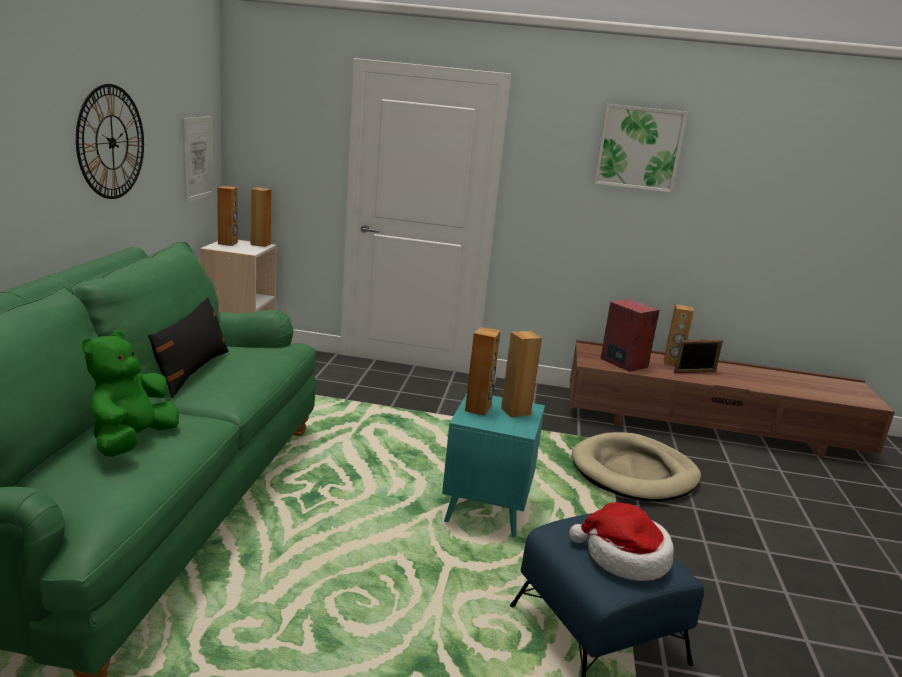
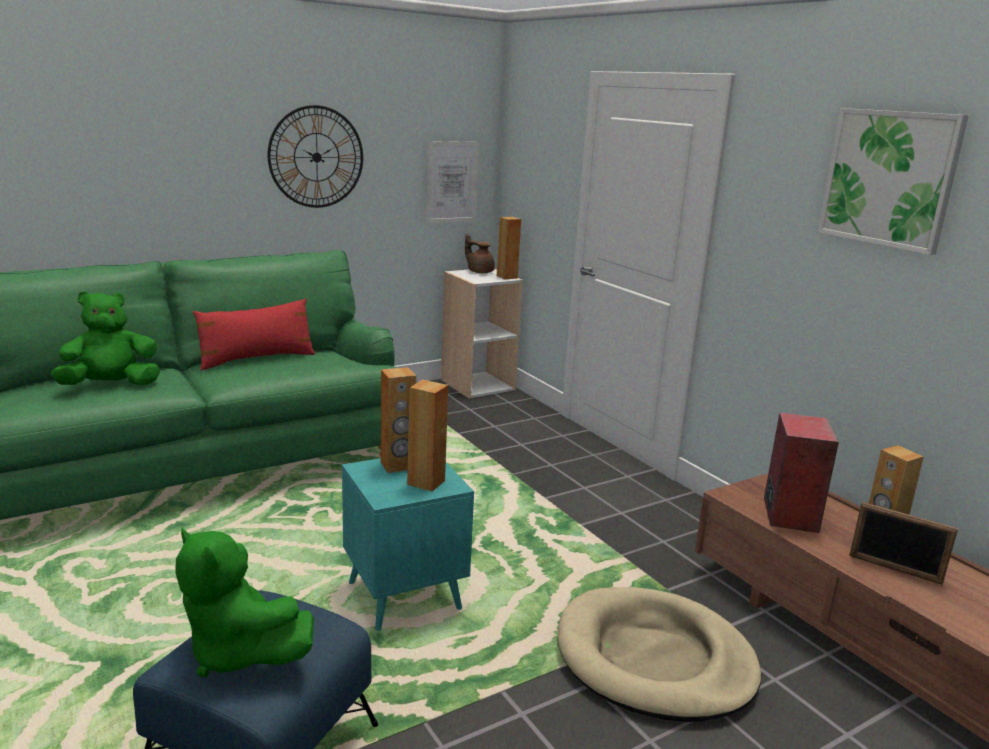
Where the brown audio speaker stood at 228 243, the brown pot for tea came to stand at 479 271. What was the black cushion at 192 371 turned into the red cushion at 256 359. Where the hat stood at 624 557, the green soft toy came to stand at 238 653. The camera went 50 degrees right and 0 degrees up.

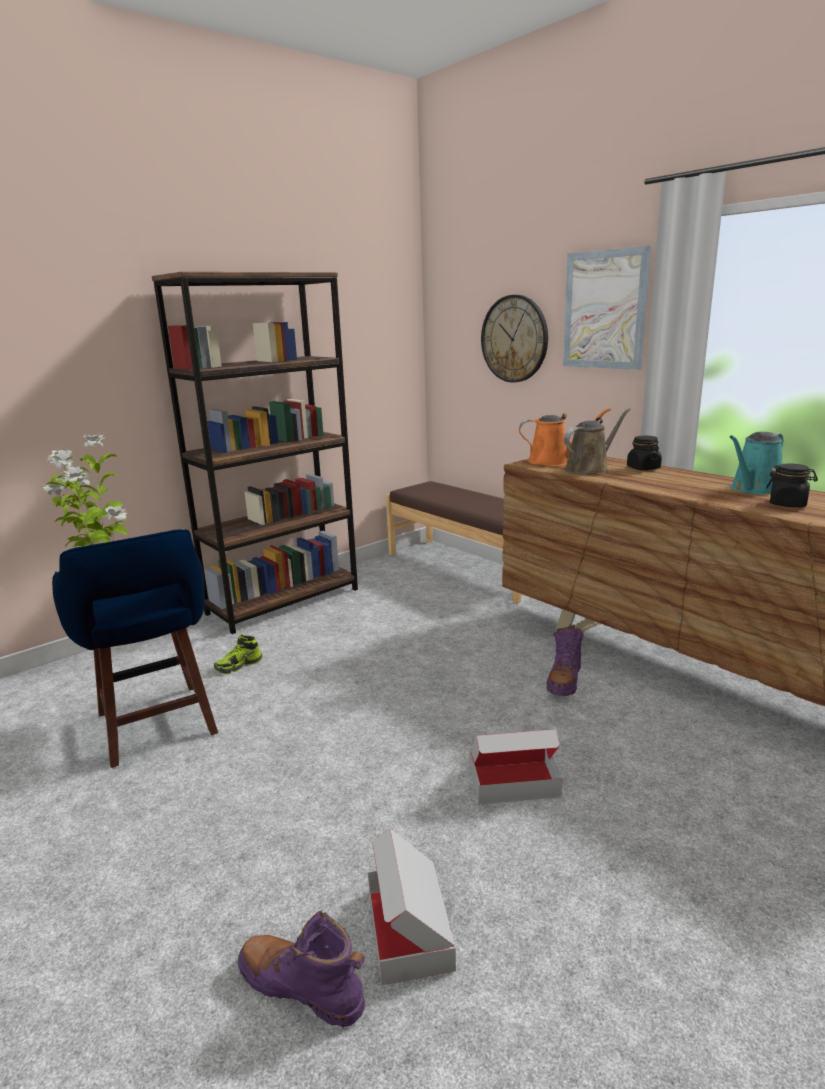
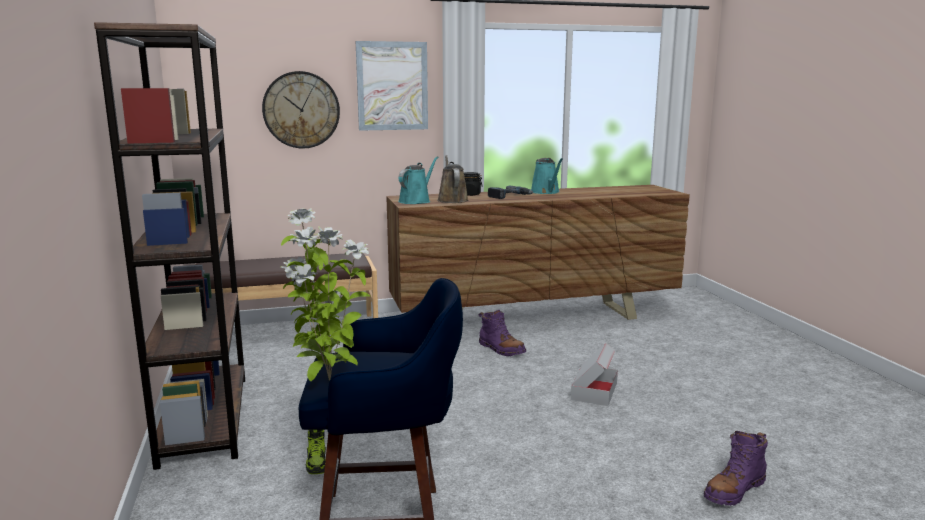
What was the orange-coloured sprinkling can at 553 461 turned into the blue-green sprinkling can at 416 201. The second view lost the black jar at 788 504. The second view lost the carton at 409 929. The second view gained the electric drill at 509 196. The camera went 65 degrees left and 5 degrees down.

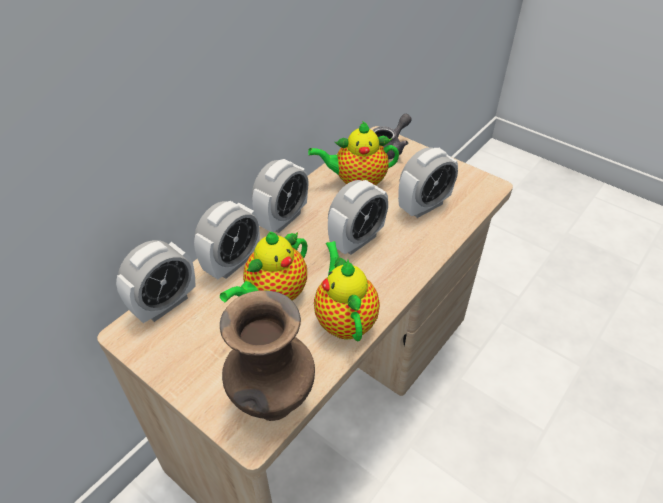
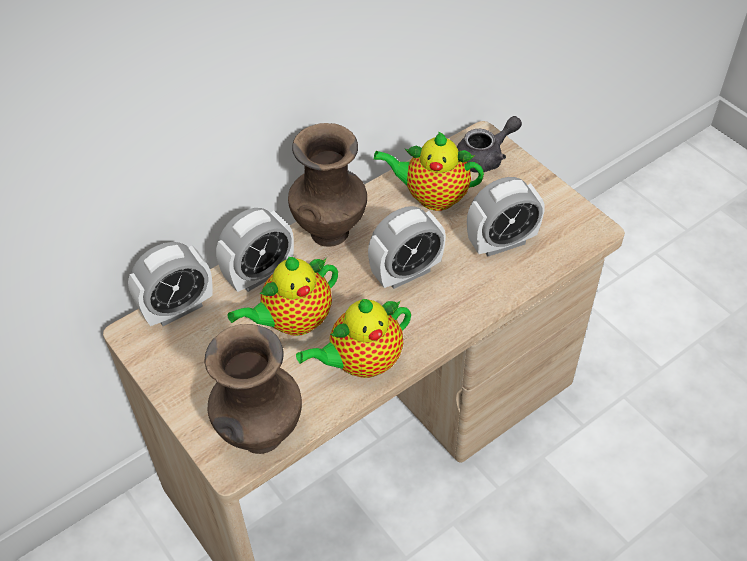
Where the bedside clock stood at 283 219, the brown flower vase came to stand at 330 230. The pot for tea at 344 319 ended up facing another way, 120 degrees counterclockwise from before. The camera went 15 degrees right and 5 degrees up.

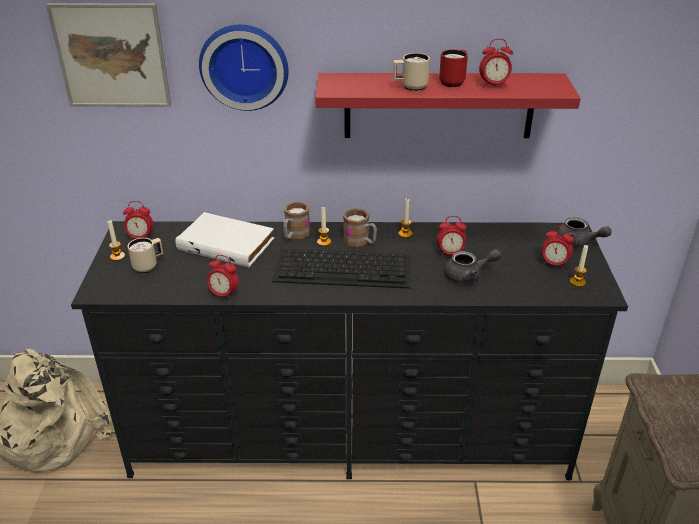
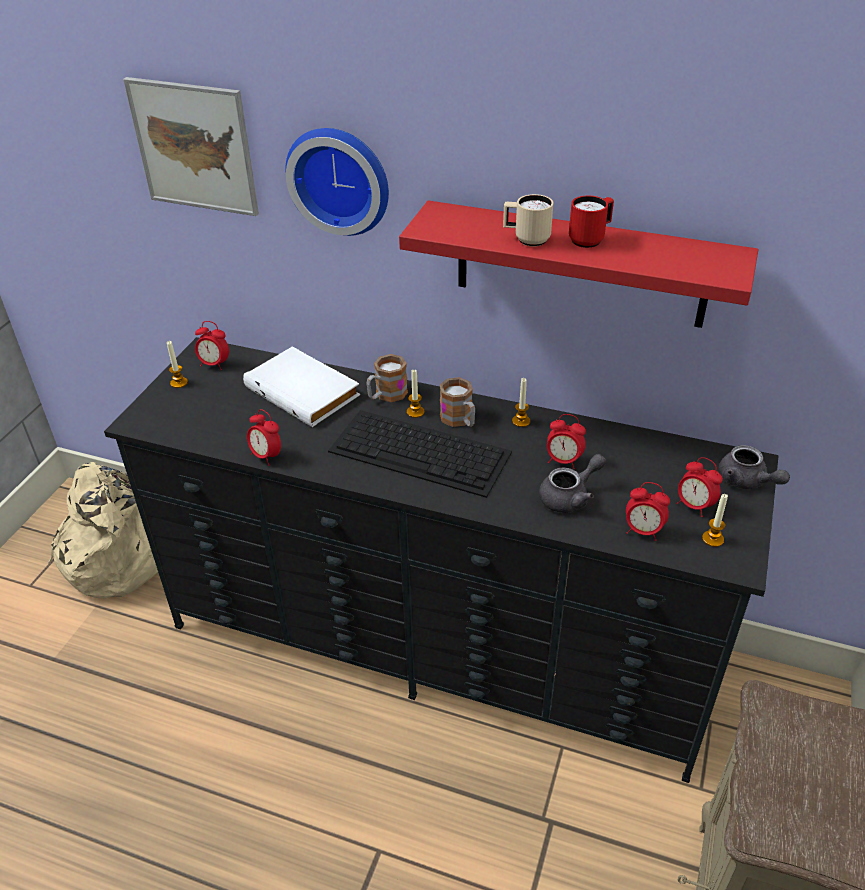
The bedside clock ended up elsewhere, having gone from 494 85 to 643 531. The second view lost the beige coffee mug at 149 266. The grey pot for tea at 468 275 ended up facing another way, 45 degrees counterclockwise from before. The camera went 20 degrees right and 5 degrees up.

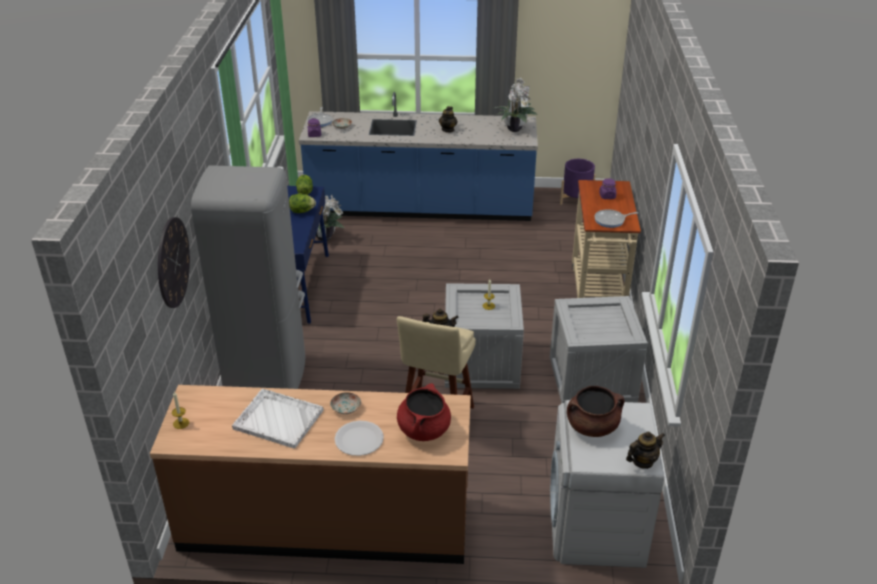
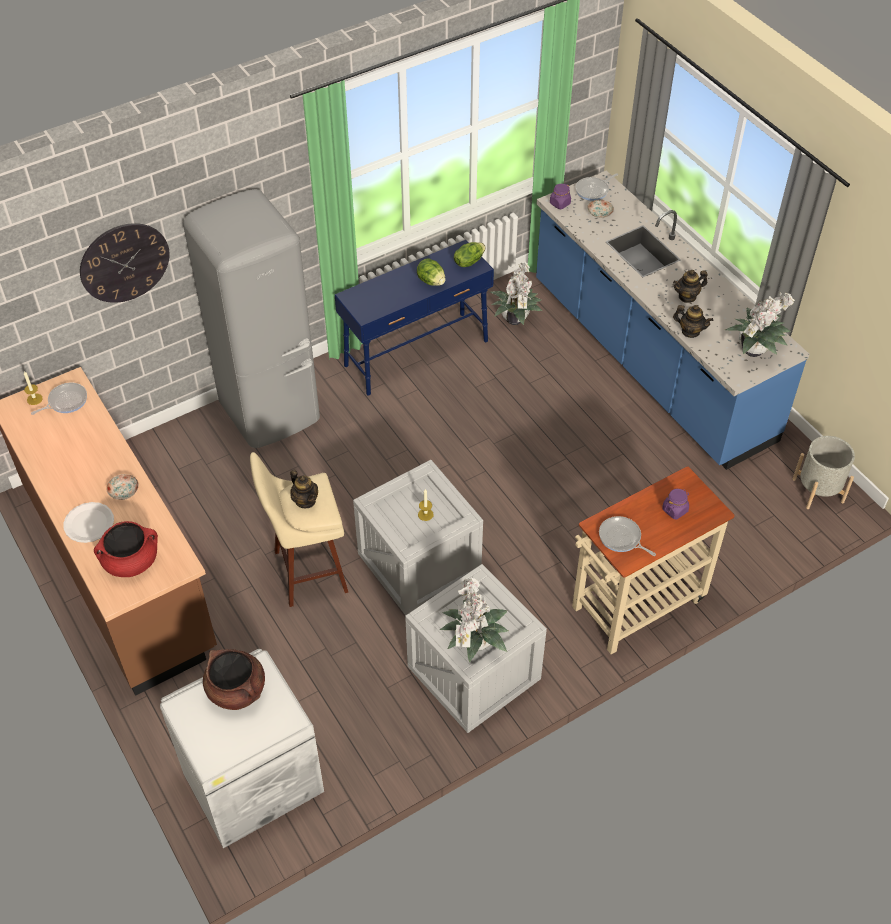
What was the purple-coloured flower pot at 576 201 turned into the grey flower pot at 818 490. The second view lost the white serving tray at 277 419. The pot for tea ended up elsewhere, having gone from 642 461 to 690 331. The second view gained the frying pan at 65 401. The second view gained the potted plant at 473 645. The camera went 55 degrees right and 15 degrees up.

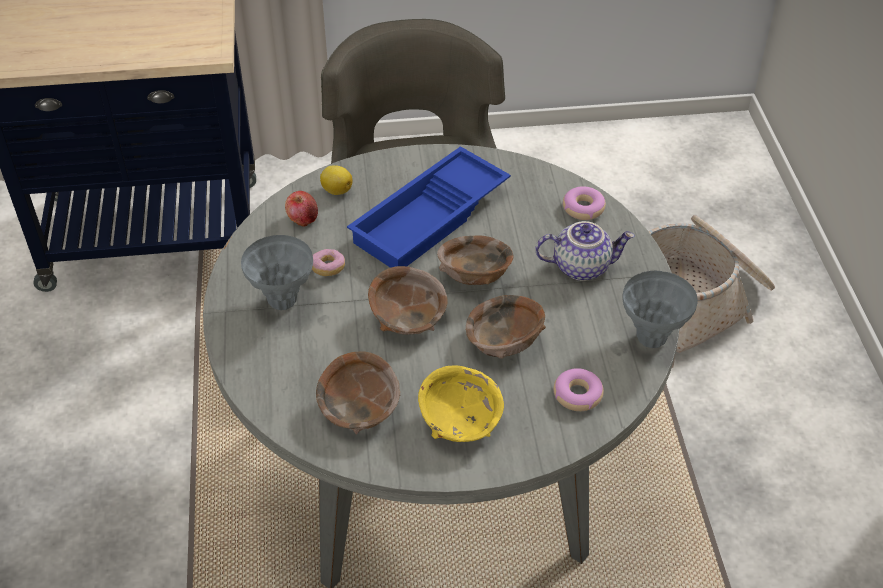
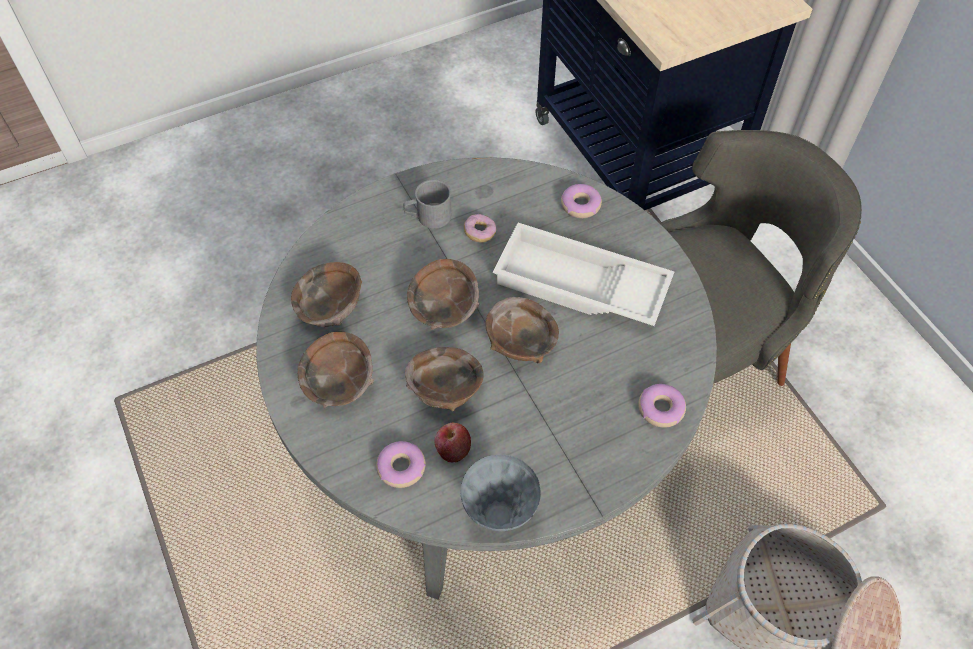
What was the blue-coloured serving tray at 431 219 turned into the white serving tray at 579 286. Where the citrus fruit stood at 336 190, the doughnut came to stand at 580 205. The apple fruit ended up elsewhere, having gone from 302 219 to 453 449. The second view lost the pot for tea at 581 266. Where the grey flower vase stood at 283 301, the grey coffee mug came to stand at 428 217. What was the yellow-coloured deep dish at 459 421 turned into the brown deep dish at 339 382. The camera went 70 degrees right and 10 degrees up.

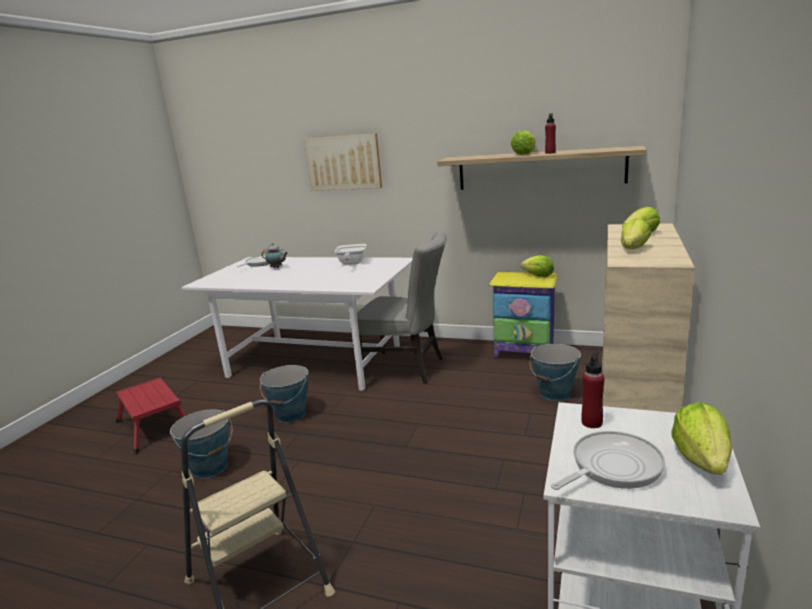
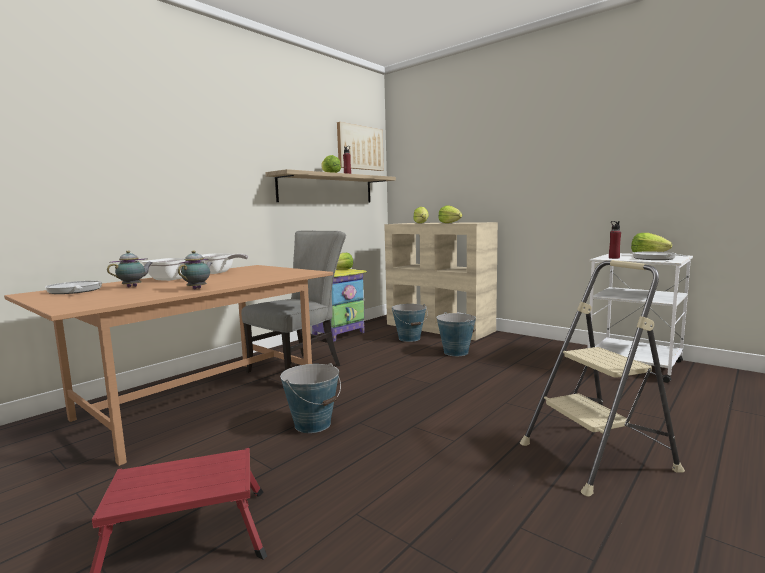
The picture ended up elsewhere, having gone from 344 162 to 360 148. What was the white kitchen table at 313 361 turned into the brown kitchen table at 198 403. The pail ended up elsewhere, having gone from 210 467 to 455 352. The second view gained the pot for tea at 198 288. The second view gained the frying pan at 173 279. The camera went 70 degrees left and 10 degrees down.

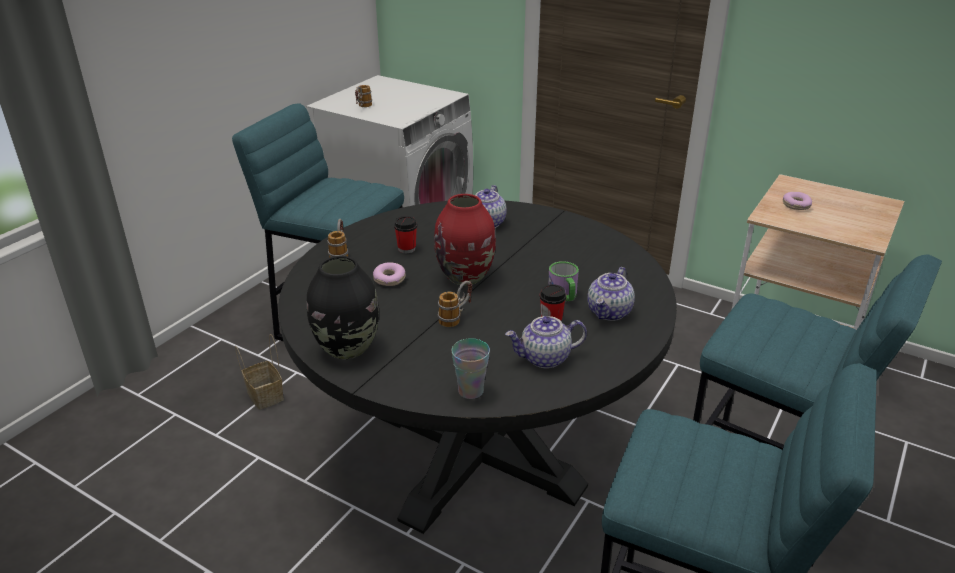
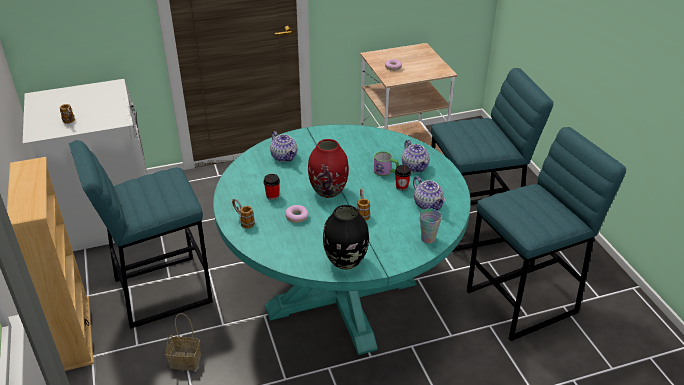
What was the black kitchen table at 477 450 turned into the blue-green kitchen table at 342 295. The pot for tea at 544 358 ended up facing another way, 60 degrees counterclockwise from before. The second view gained the beige shelving unit at 75 333. The camera went 50 degrees left and 5 degrees up.

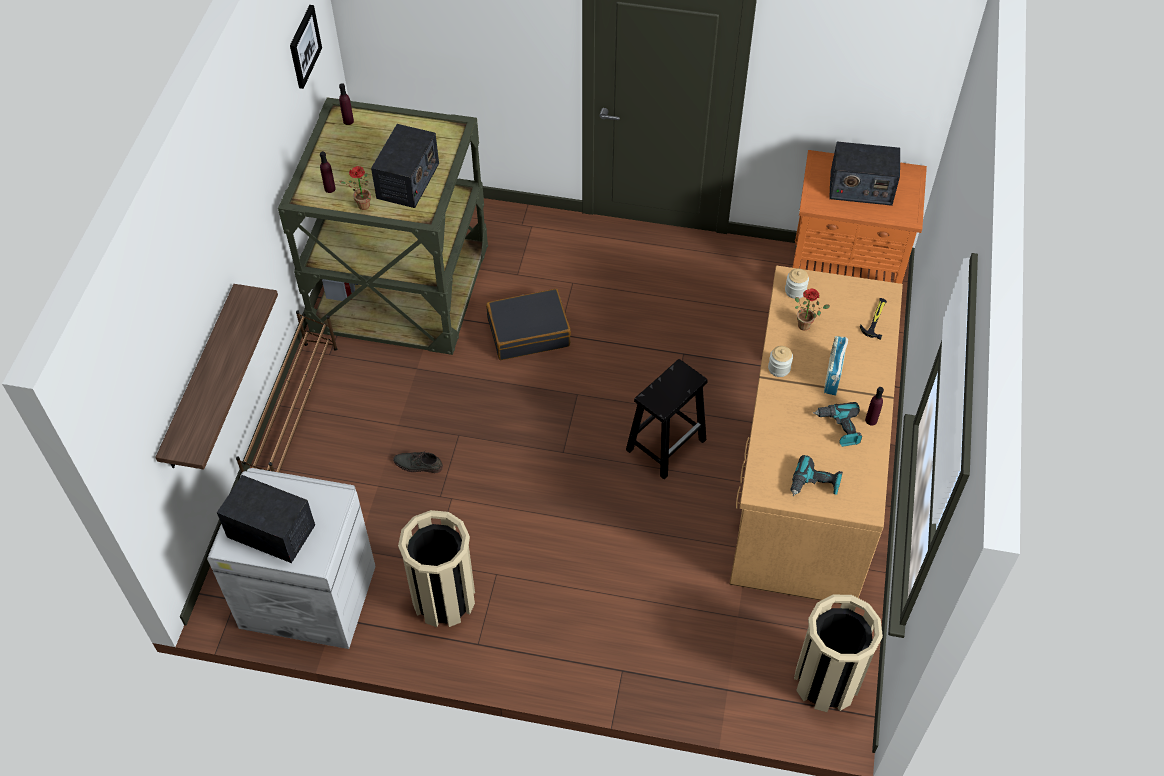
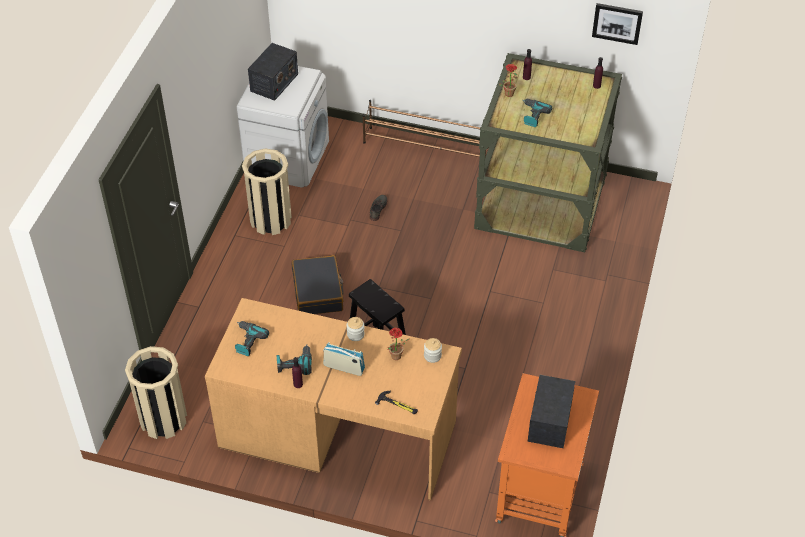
Where the radio receiver stood at 407 181, the electric drill came to stand at 532 115. The second view lost the shelf at 201 379. The black piece of luggage ended up elsewhere, having gone from 528 332 to 318 292. The camera went 95 degrees right and 5 degrees down.

